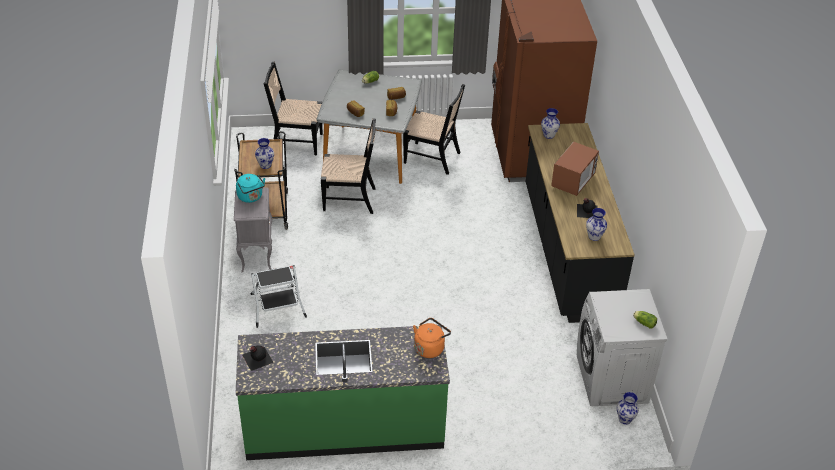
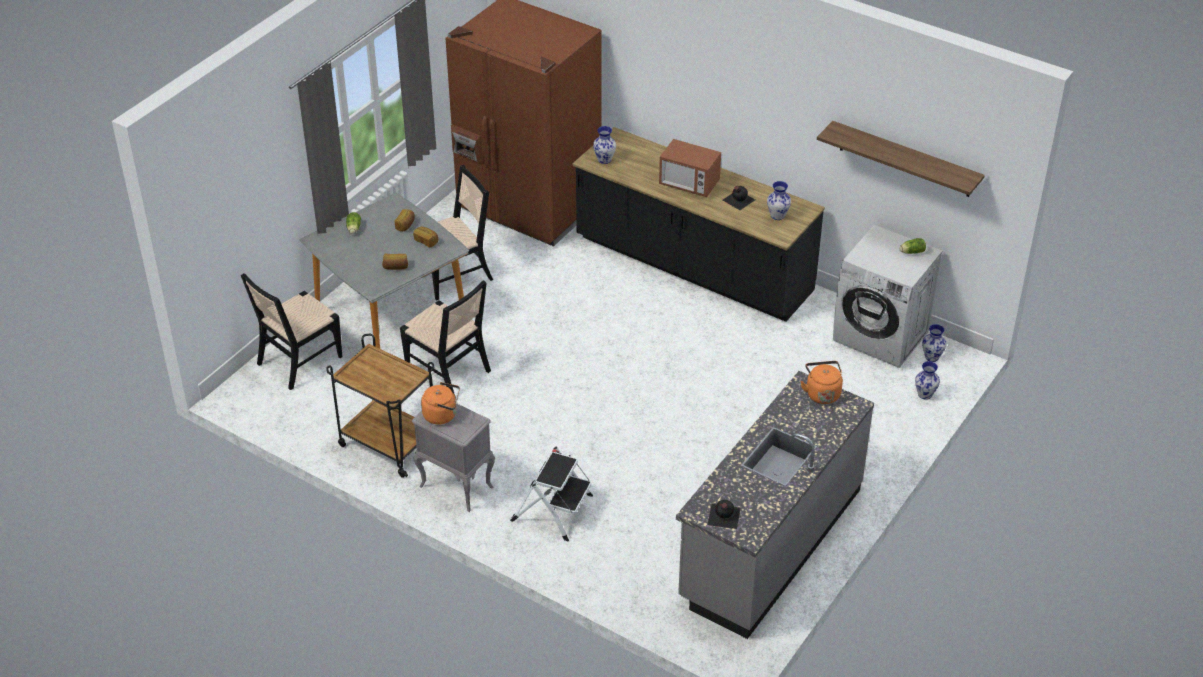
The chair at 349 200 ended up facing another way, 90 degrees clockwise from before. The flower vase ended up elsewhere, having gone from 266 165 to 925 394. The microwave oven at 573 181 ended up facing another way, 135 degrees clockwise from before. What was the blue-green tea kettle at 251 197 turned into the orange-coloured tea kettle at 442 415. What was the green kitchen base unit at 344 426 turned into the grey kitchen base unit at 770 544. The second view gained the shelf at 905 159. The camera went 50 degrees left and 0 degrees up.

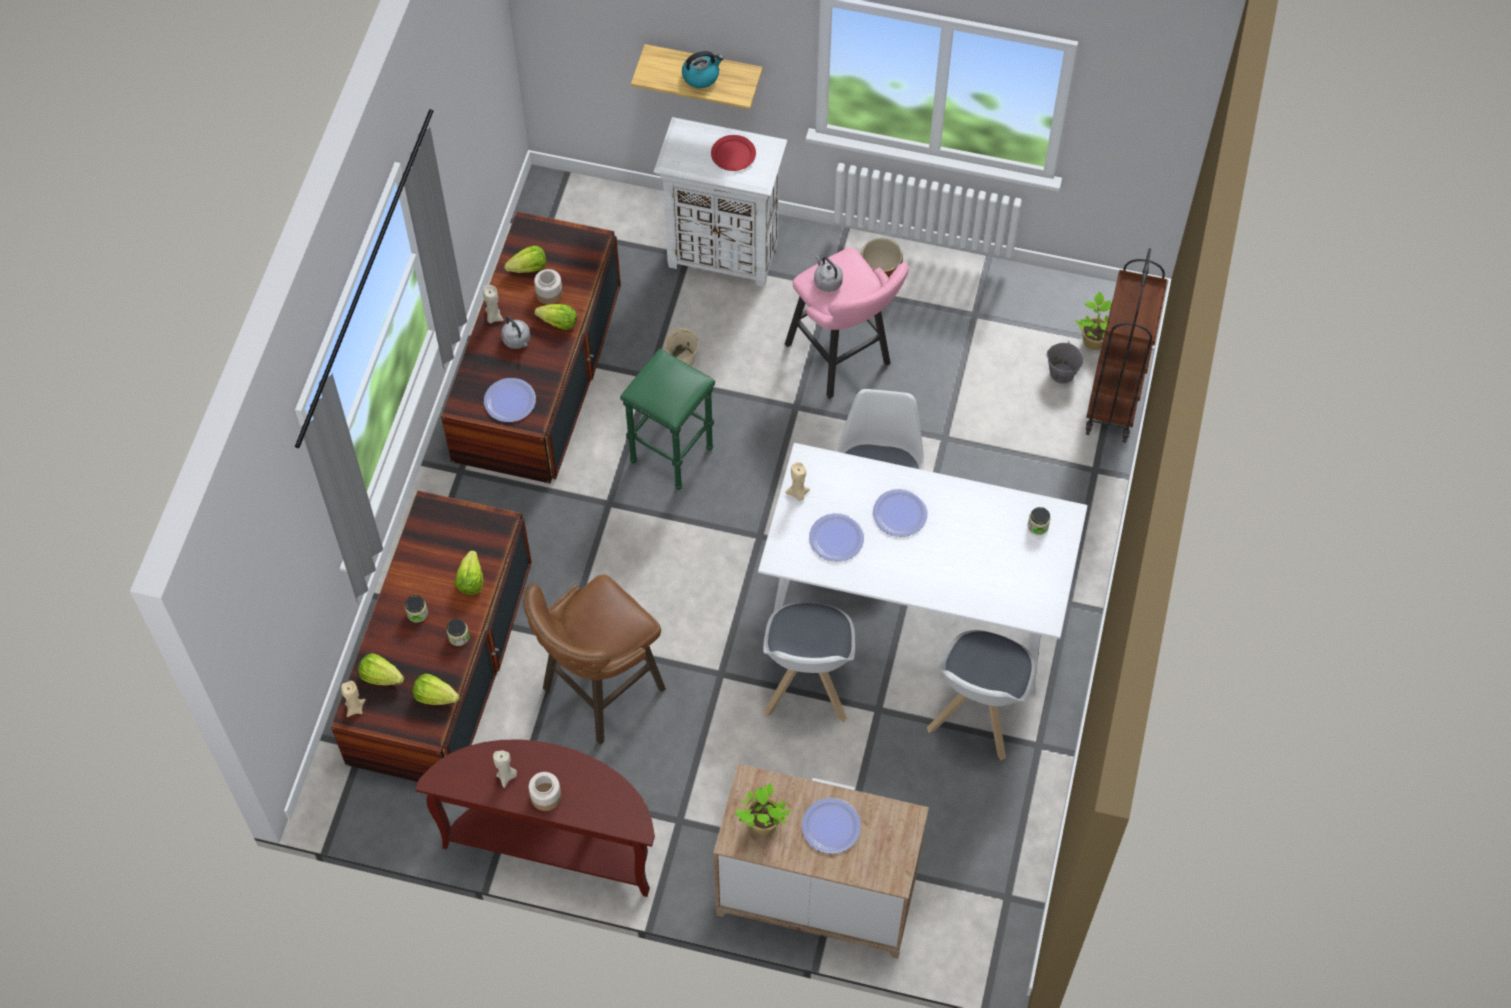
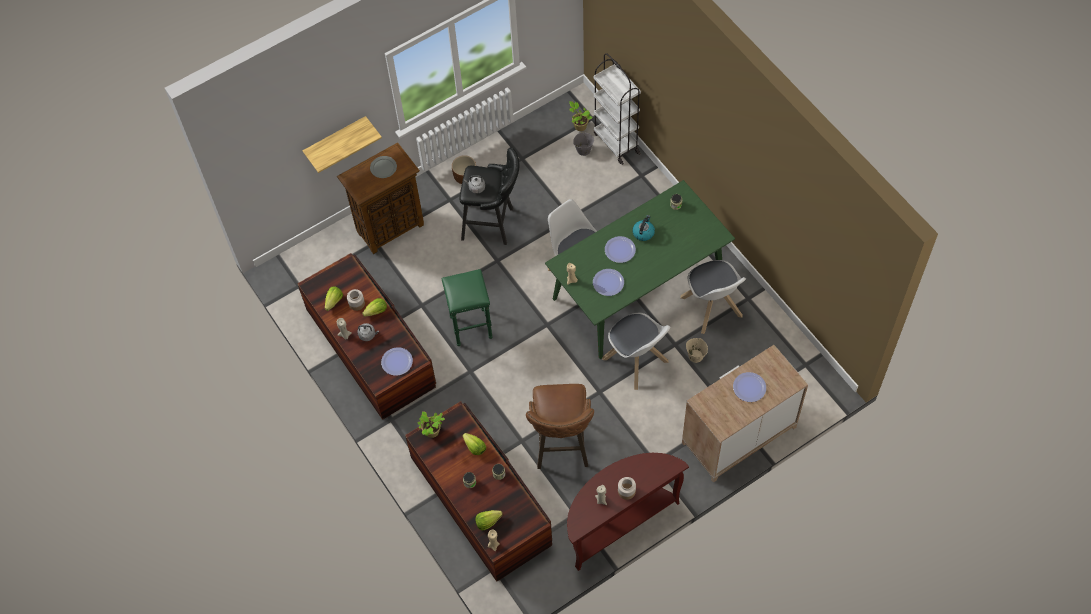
The tea kettle ended up elsewhere, having gone from 701 76 to 643 232. What was the white cabinet at 724 255 turned into the brown cabinet at 390 227. What was the red dinner plate at 733 154 turned into the grey dinner plate at 383 167. What was the pinkish sitting stool at 844 362 turned into the black sitting stool at 494 225. What was the brown wheeled cart at 1113 402 turned into the white wheeled cart at 616 143. The beige pail ended up elsewhere, having gone from 682 359 to 695 356. What was the white kitchen table at 914 603 turned into the green kitchen table at 638 291. The second view lost the lettuce head at 435 696. The potted plant ended up elsewhere, having gone from 762 825 to 432 432. The camera went 45 degrees left and 0 degrees up.

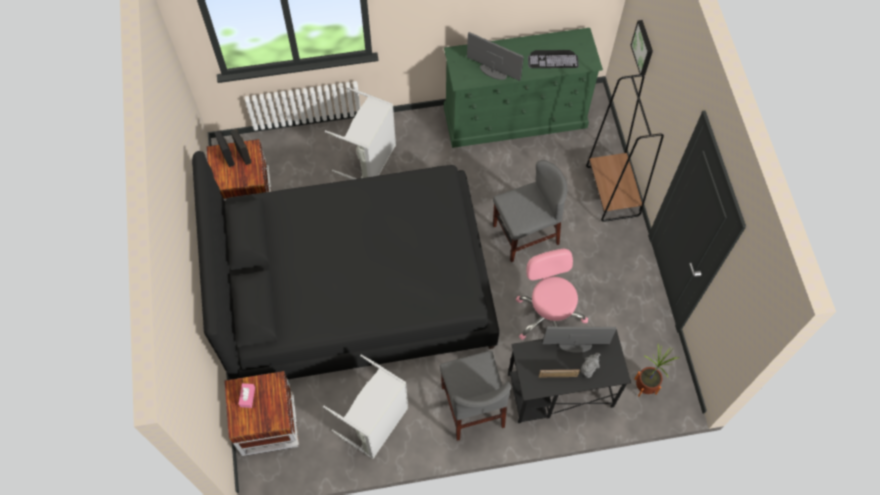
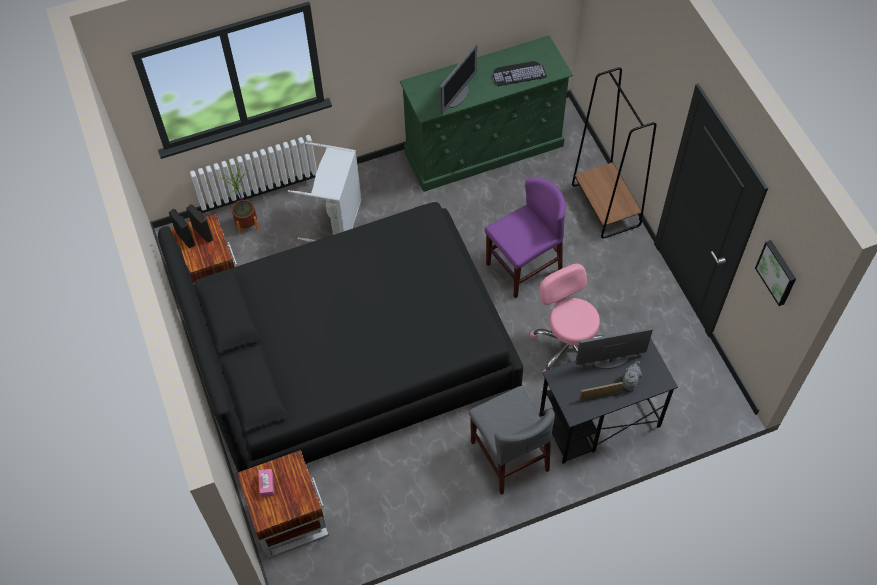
The picture ended up elsewhere, having gone from 643 47 to 777 272. The monitor at 493 72 ended up facing another way, 105 degrees clockwise from before. What was the grey chair at 525 234 turned into the purple-coloured chair at 523 267. The potted plant ended up elsewhere, having gone from 645 386 to 247 224. The second view lost the grey hamper at 376 424. The camera went 10 degrees left and 5 degrees down.

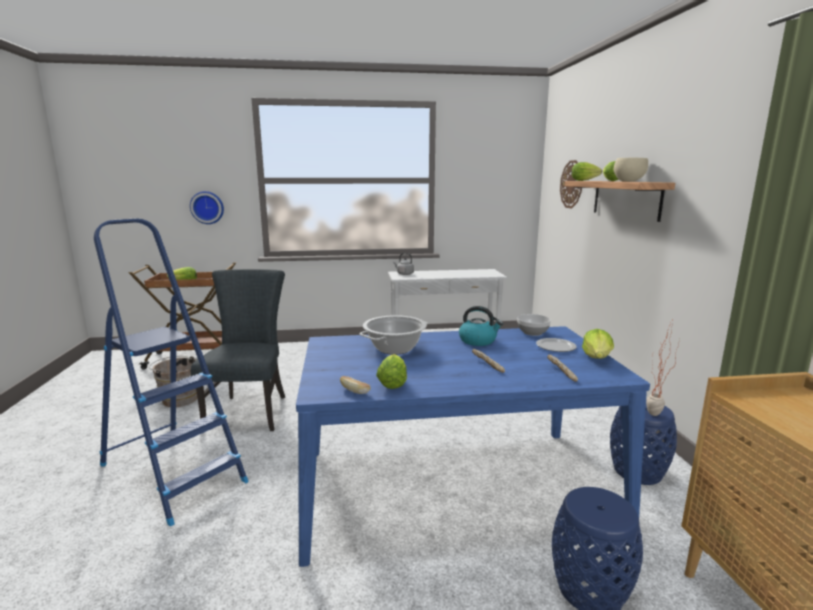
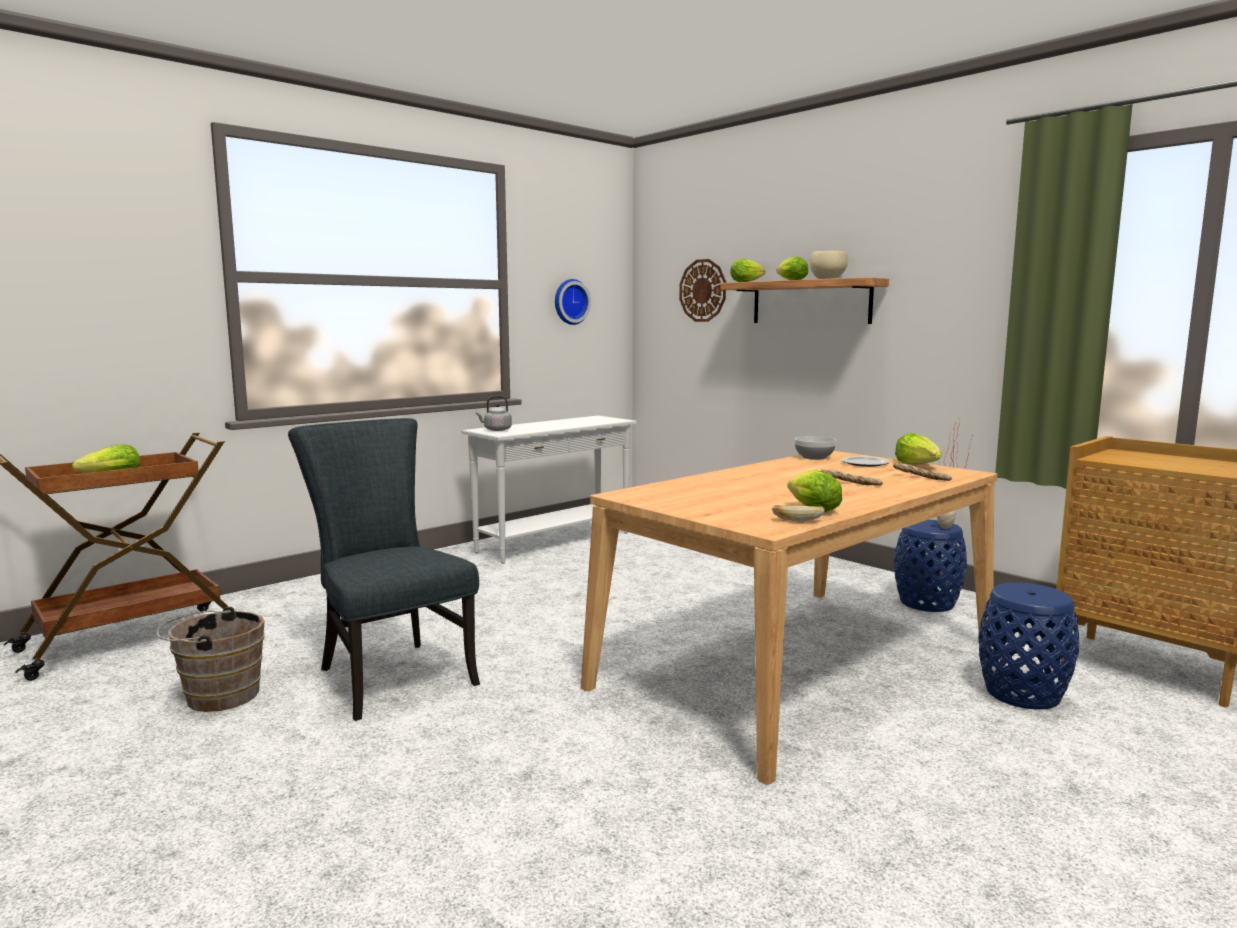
The hanging clock ended up elsewhere, having gone from 207 207 to 570 302. The second view lost the blue-coloured step ladder at 172 473. The second view lost the tea kettle at 478 341. The second view lost the cooking pot at 394 348. What was the blue-coloured kitchen table at 454 487 turned into the beige kitchen table at 799 665. The camera went 35 degrees left and 5 degrees down.

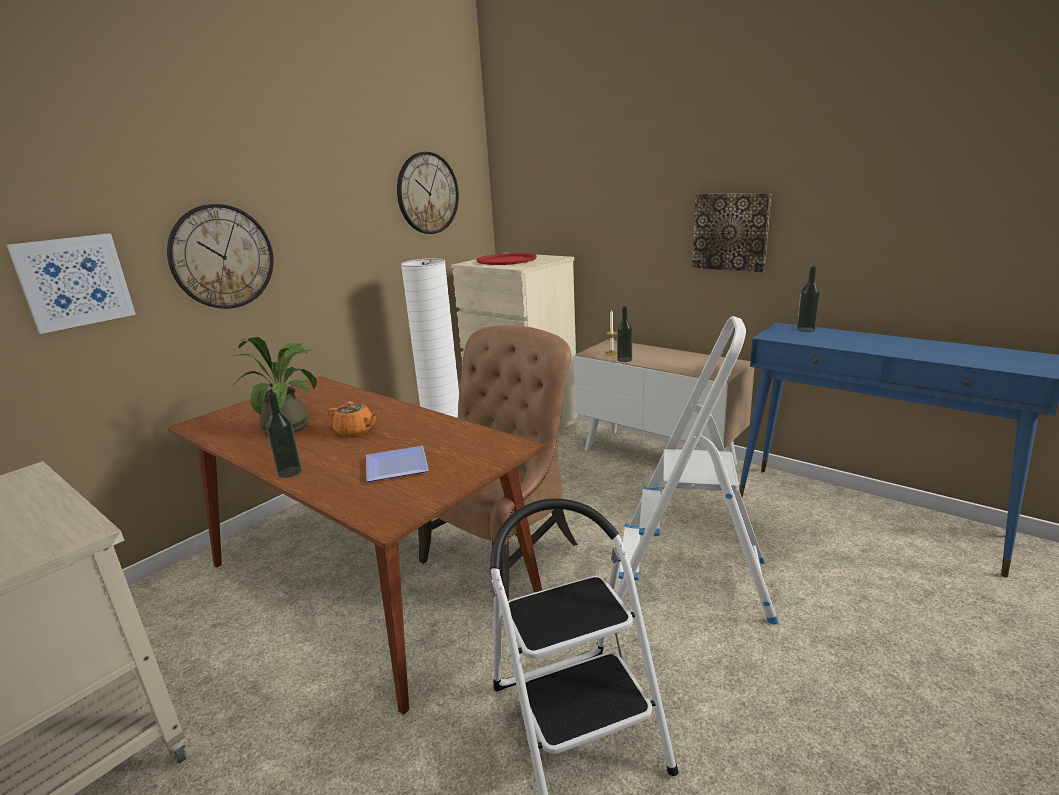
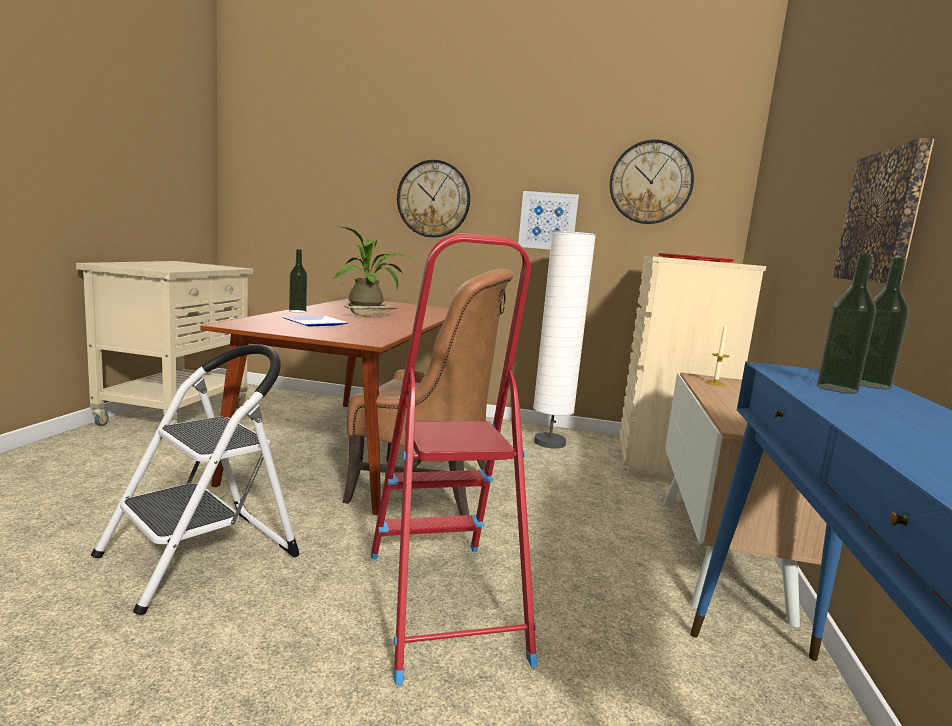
The picture ended up elsewhere, having gone from 74 282 to 548 221. The bottle ended up elsewhere, having gone from 624 359 to 837 388. What was the white step ladder at 687 583 turned into the red step ladder at 442 601. Where the orange-coloured pot for tea stood at 355 431, the beige serving tray came to stand at 371 317. The camera went 60 degrees right and 10 degrees down.

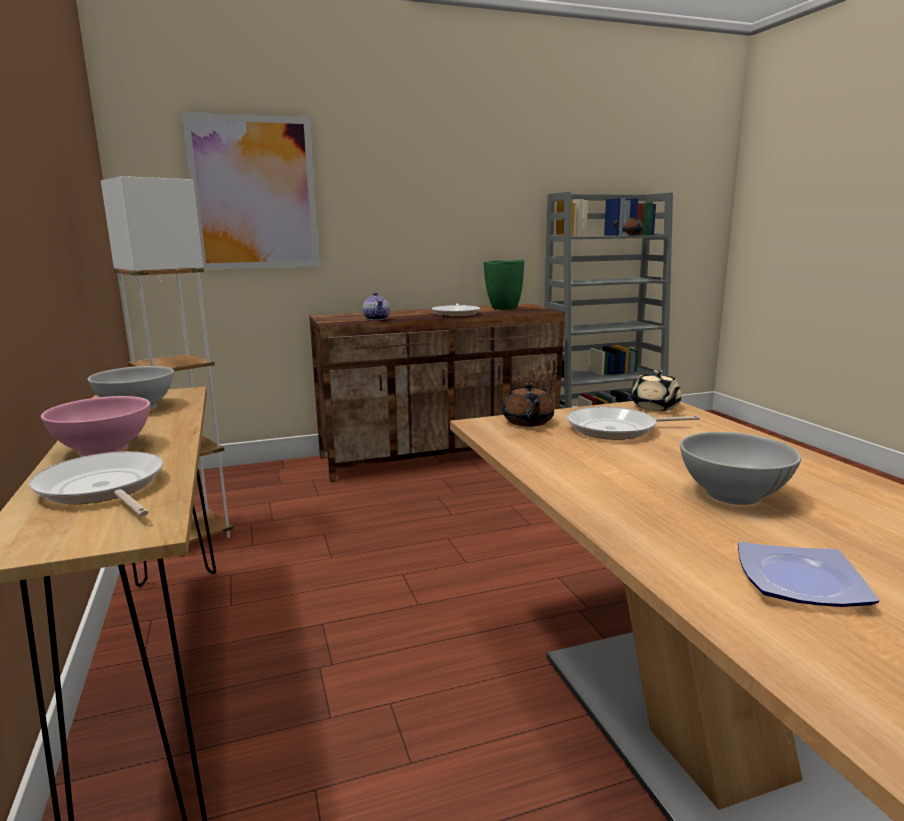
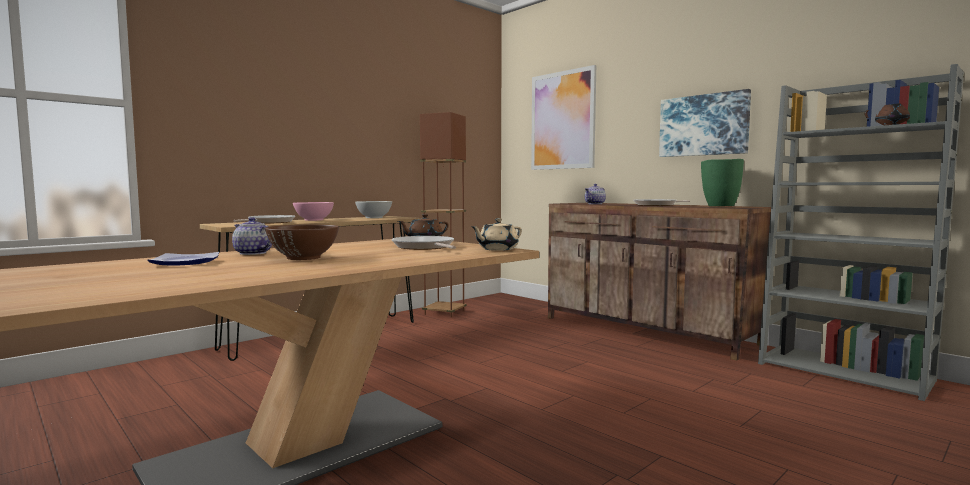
What was the white standing lamp at 194 537 turned into the brown standing lamp at 444 312. What was the white deep dish at 732 494 turned into the brown deep dish at 304 258. The second view gained the picture at 703 125. The second view gained the pot for tea at 253 253. The camera went 65 degrees right and 10 degrees down.

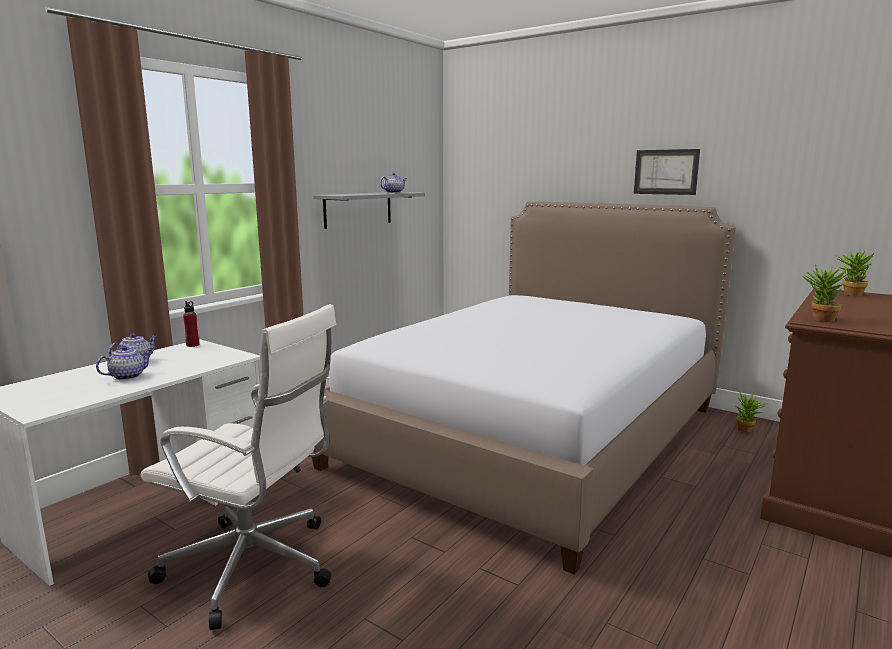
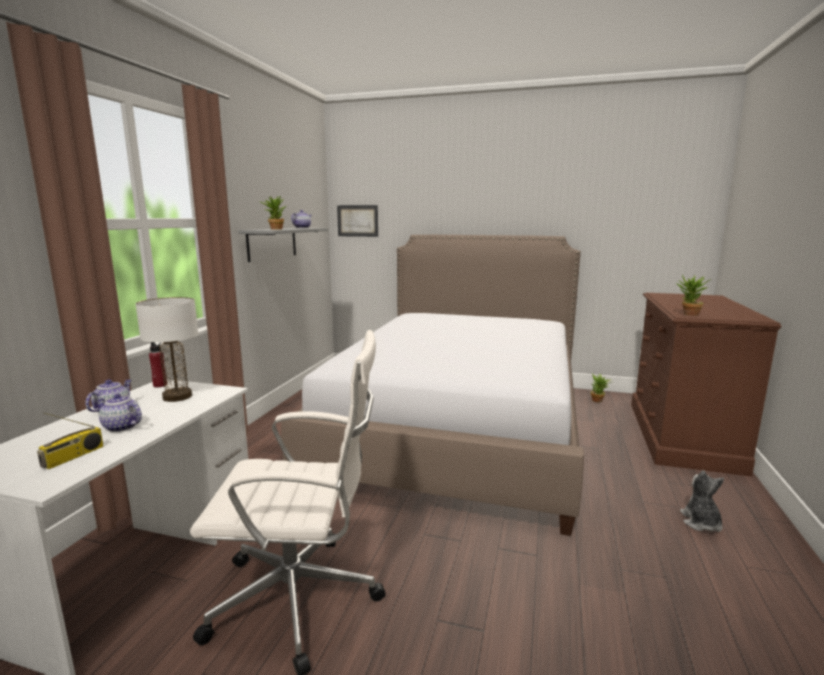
The picture ended up elsewhere, having gone from 666 172 to 357 220. The potted plant ended up elsewhere, having gone from 849 294 to 275 229. The pot for tea at 128 376 ended up facing another way, 90 degrees counterclockwise from before. The second view gained the table lamp at 178 397. The second view gained the radio receiver at 73 457. The second view gained the soft toy at 701 523. The camera went 20 degrees left and 0 degrees up.

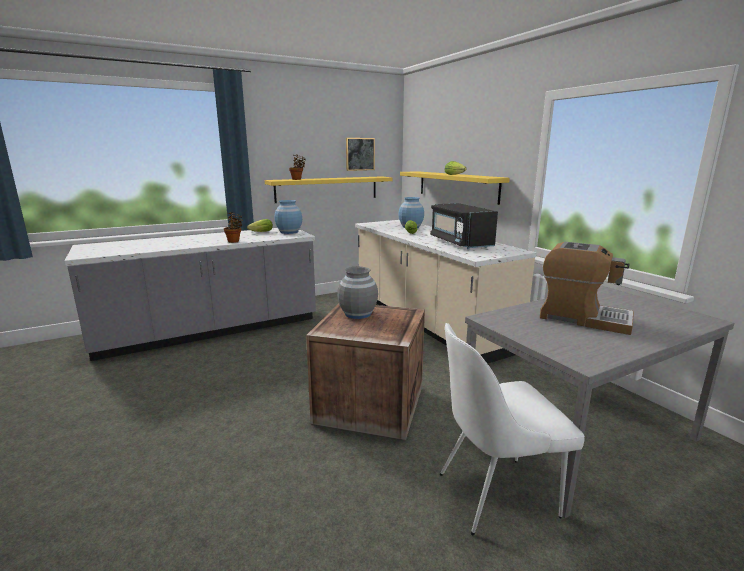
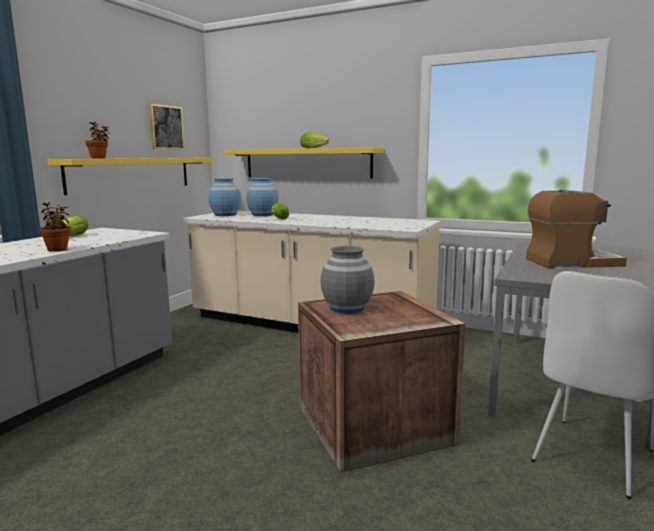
The blue-coloured flower vase ended up elsewhere, having gone from 289 232 to 225 215. The second view lost the black microwave oven at 460 243. The camera went 35 degrees left and 5 degrees down.

